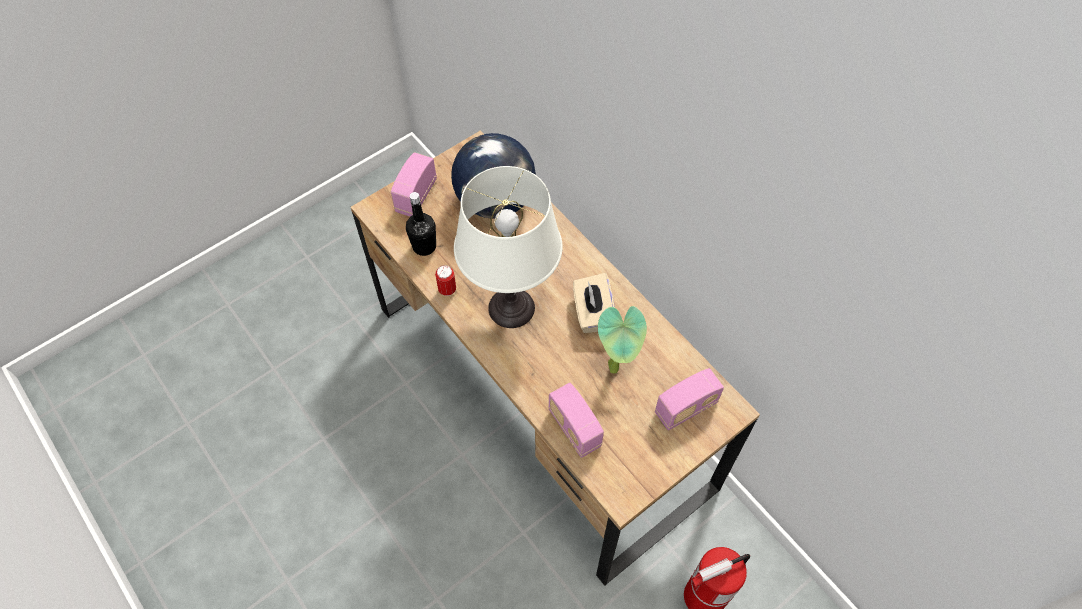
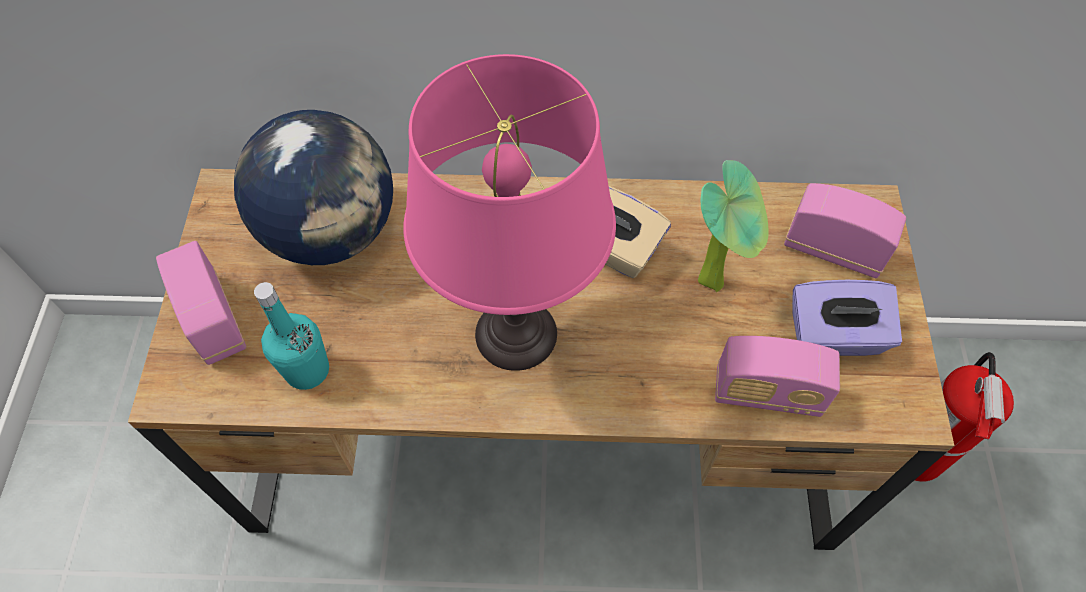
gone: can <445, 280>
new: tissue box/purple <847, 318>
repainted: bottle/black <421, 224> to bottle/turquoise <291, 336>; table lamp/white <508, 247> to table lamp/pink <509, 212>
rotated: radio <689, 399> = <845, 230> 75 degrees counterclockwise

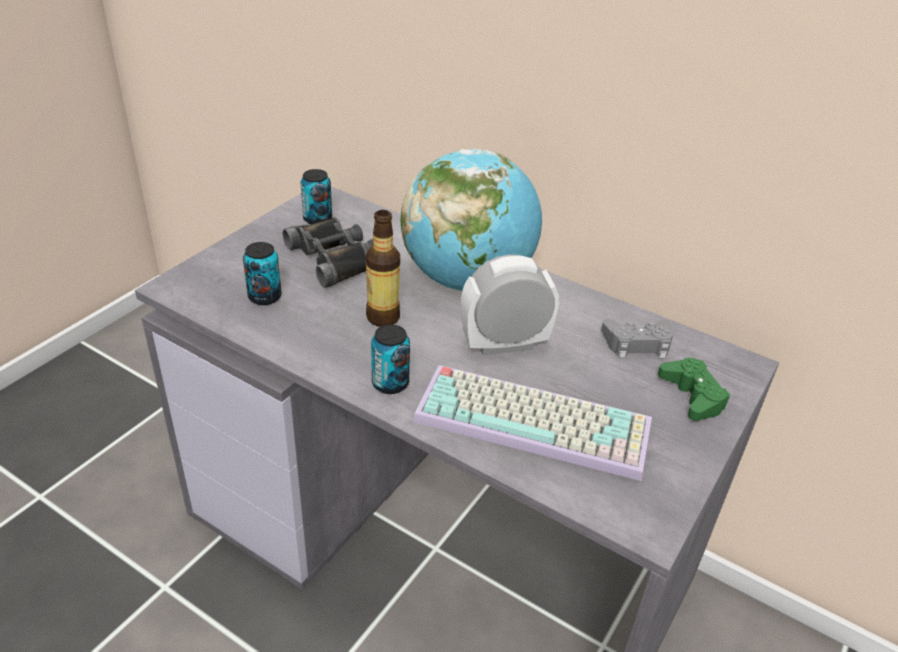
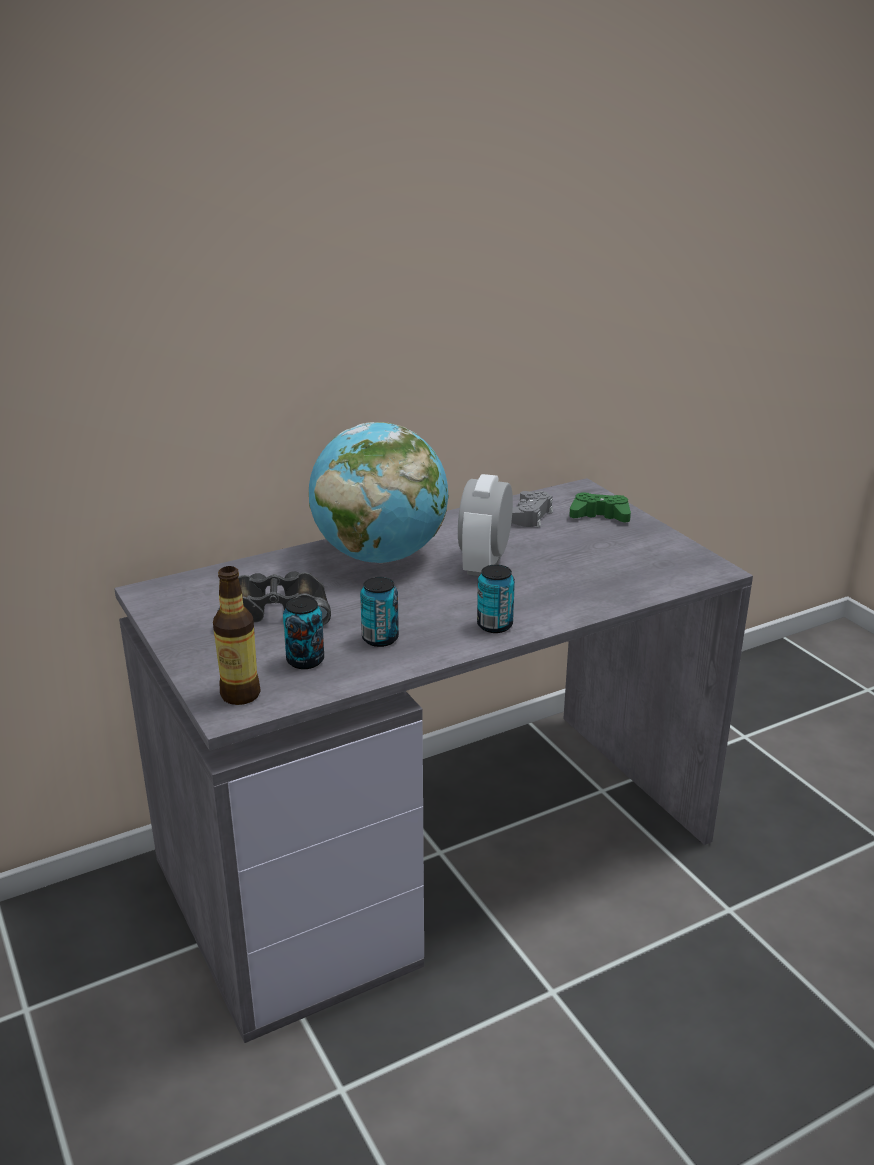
gone: keyboard <532, 423>
shifted: can <316, 196> to <379, 612>; bottle <383, 268> to <236, 635>

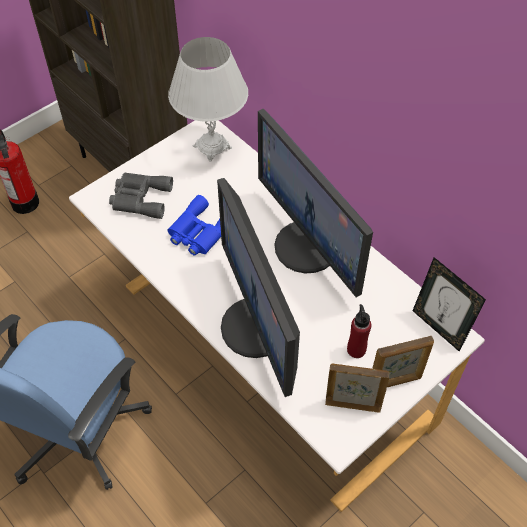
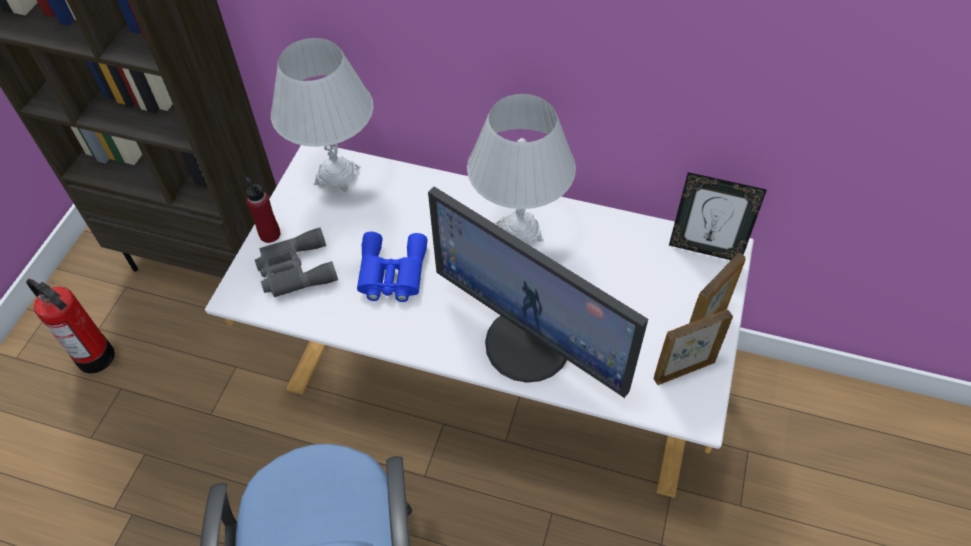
shifted: bottle/red <359, 331> to <262, 210>
swapped: monitor <315, 202> to table lamp/white <521, 169>

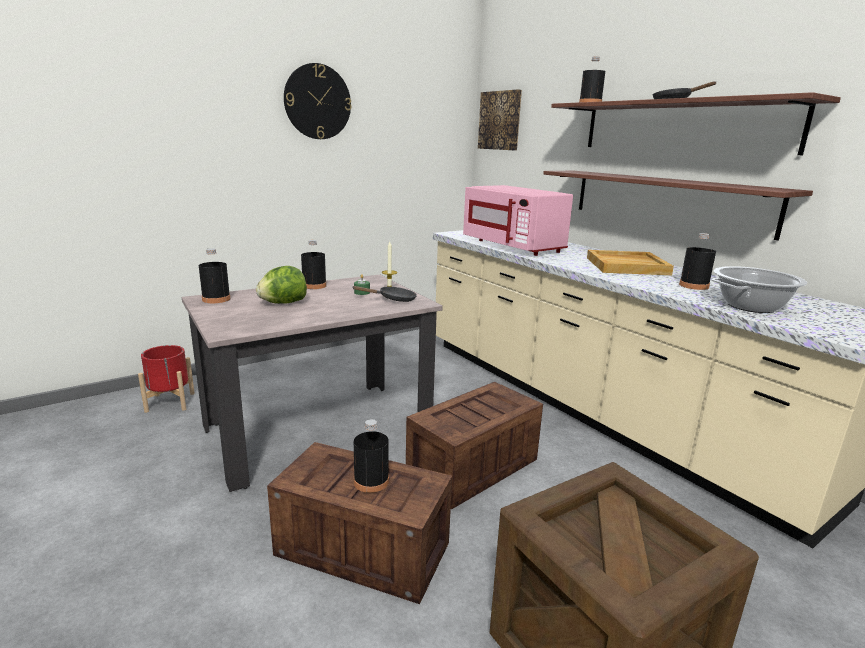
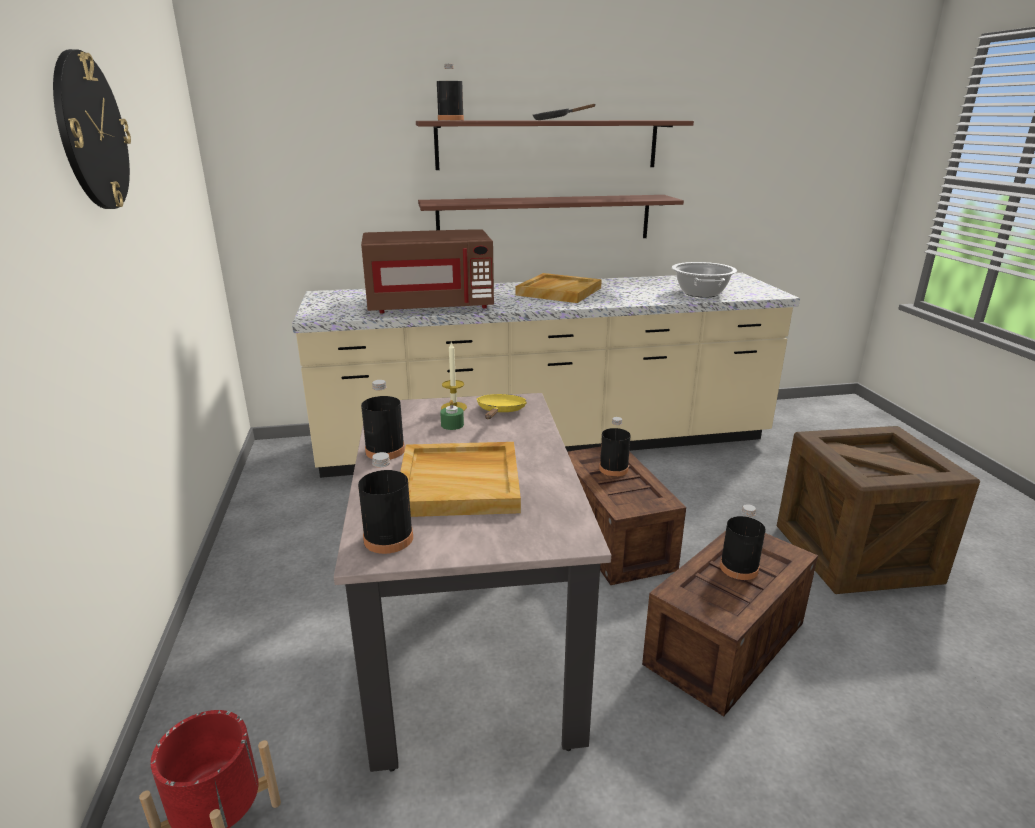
gone: picture <500, 119>
shifted: bottle/black <697, 261> to <615, 447>
swapped: lettuce <281, 285> to tray/beige <460, 479>
repainted: frying pan/black <385, 294> to frying pan/yellow <502, 406>; microwave/pink <518, 220> to microwave/brown <427, 271>

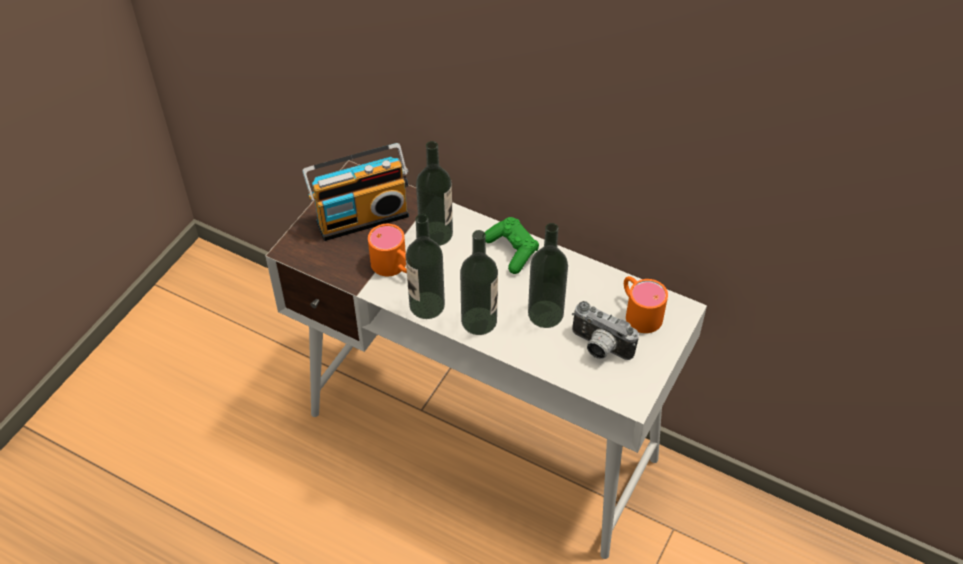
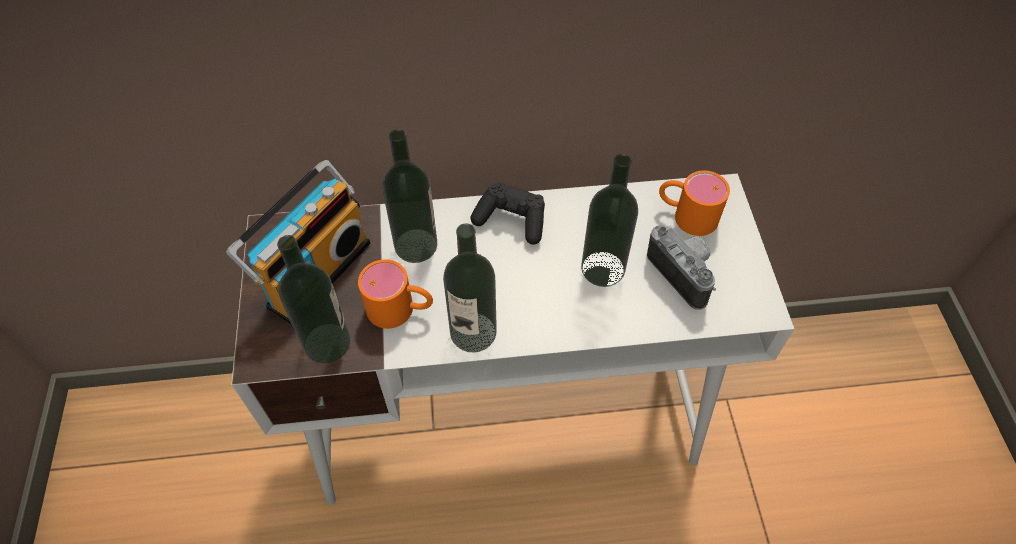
shifted: bottle <479, 282> to <313, 299>
repainted: game controller/green <512, 245> to game controller/black <508, 213>
rotated: photo camera <605, 330> = <681, 267> 120 degrees counterclockwise

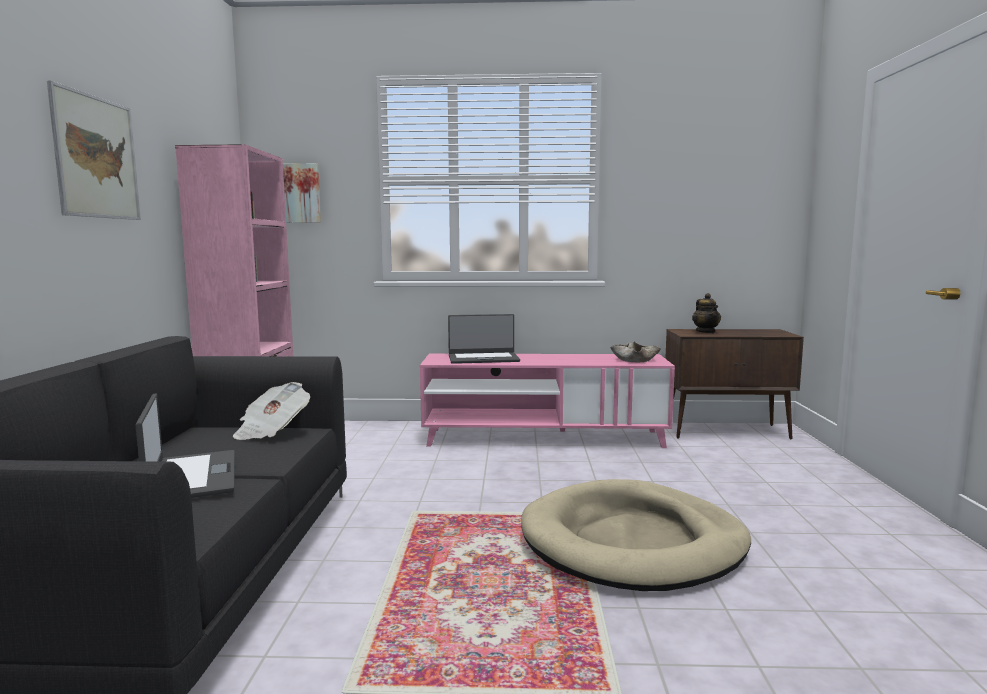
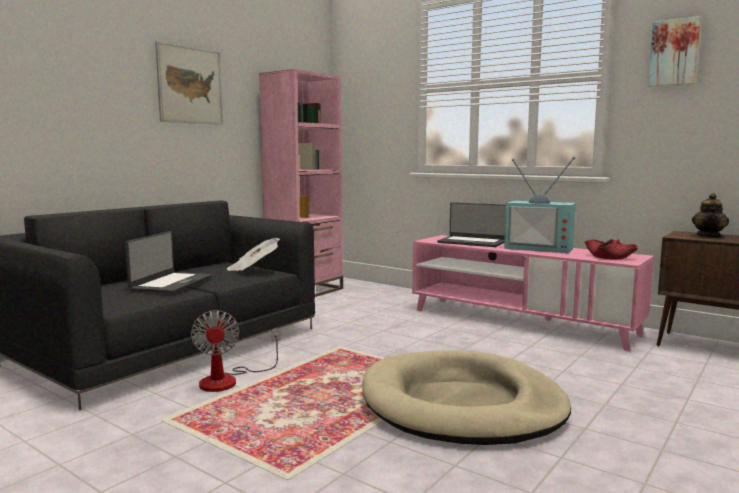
new: fan <235, 351>; television <540, 204>
shifted: picture <302, 193> to <674, 51>
repainted: bowl/beige <635, 351> to bowl/red <611, 249>

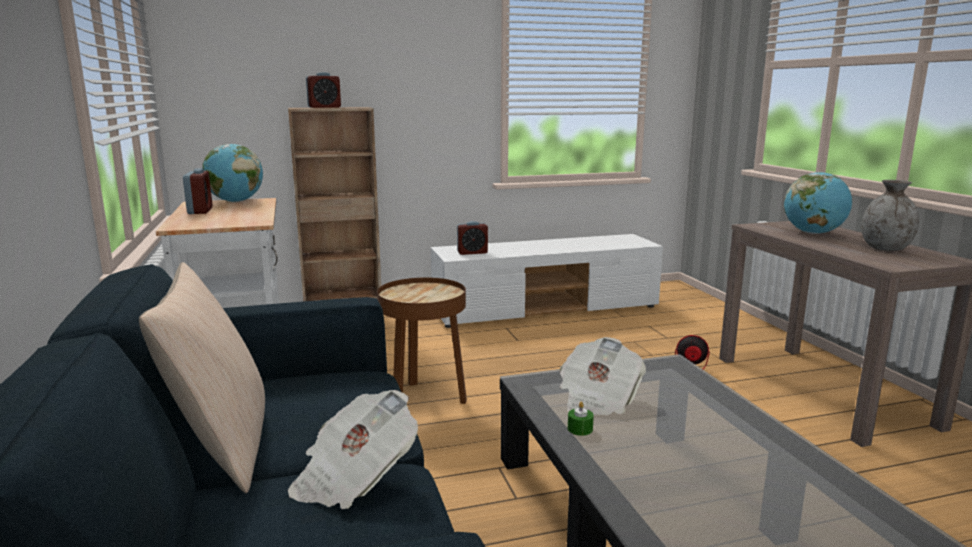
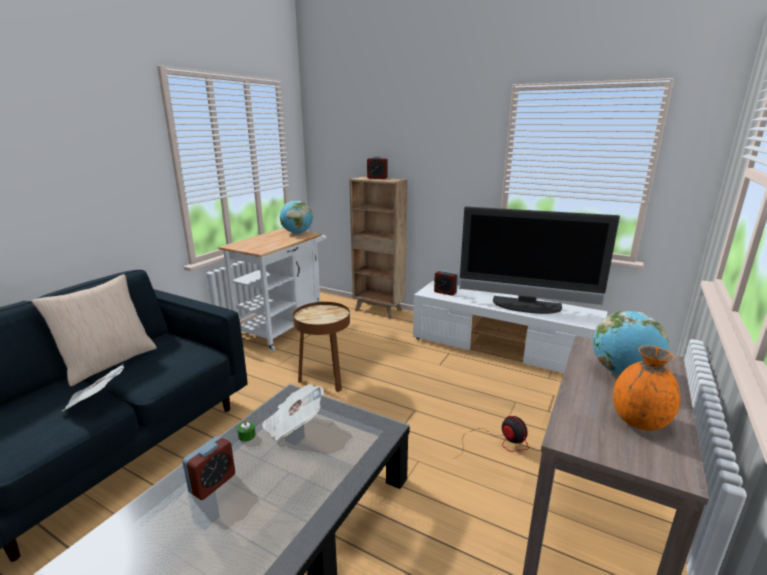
new: television <539, 260>
shifted: alarm clock <198, 191> to <208, 468>
repainted: vase/grey <890, 215> to vase/orange <646, 388>

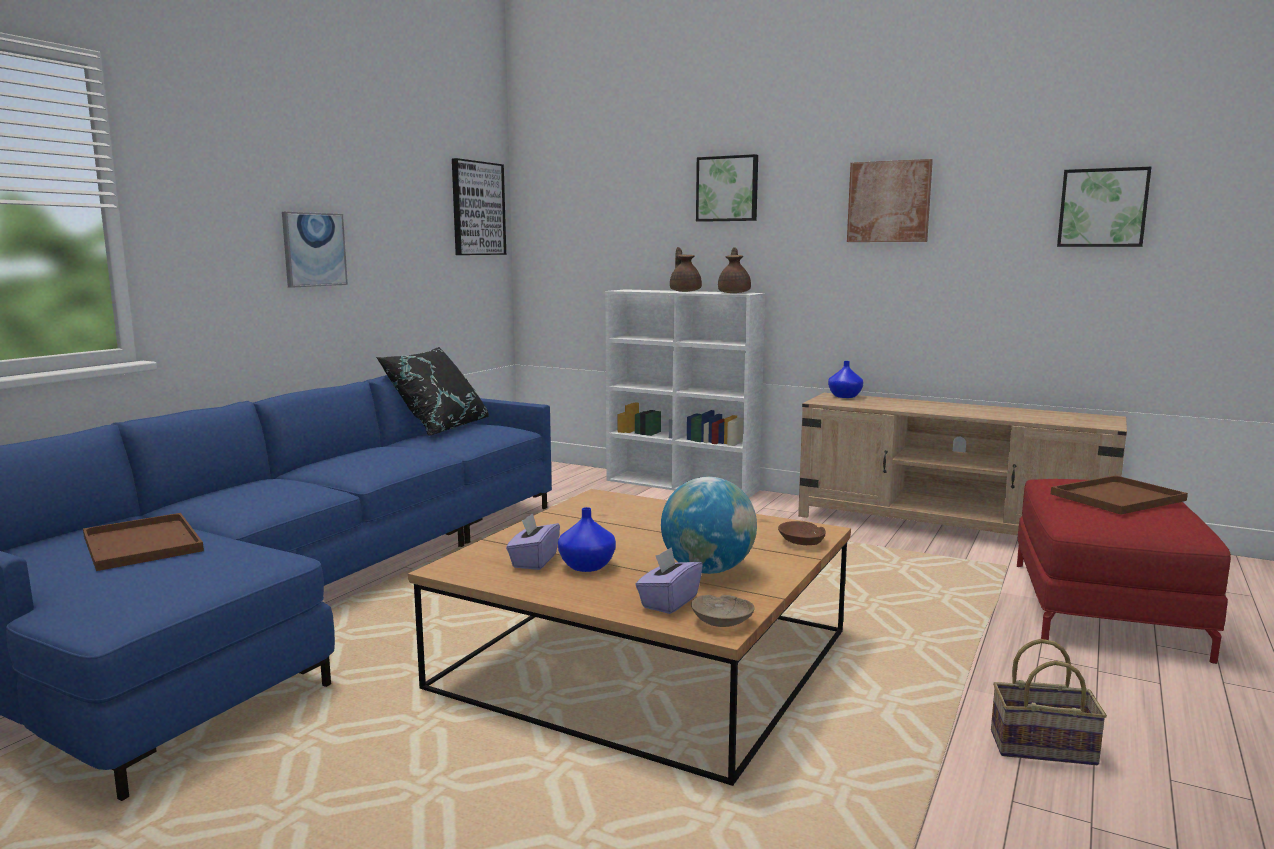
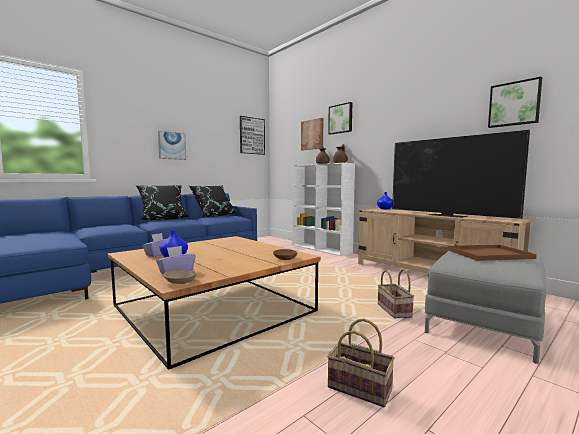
gone: tray/brown <143, 542>; globe <709, 525>
new: pillow/black <163, 202>; basket <396, 293>; television <461, 174>
shifted: picture <890, 200> to <312, 134>
repainted: ottoman/red <1124, 571> to ottoman/grey <486, 307>

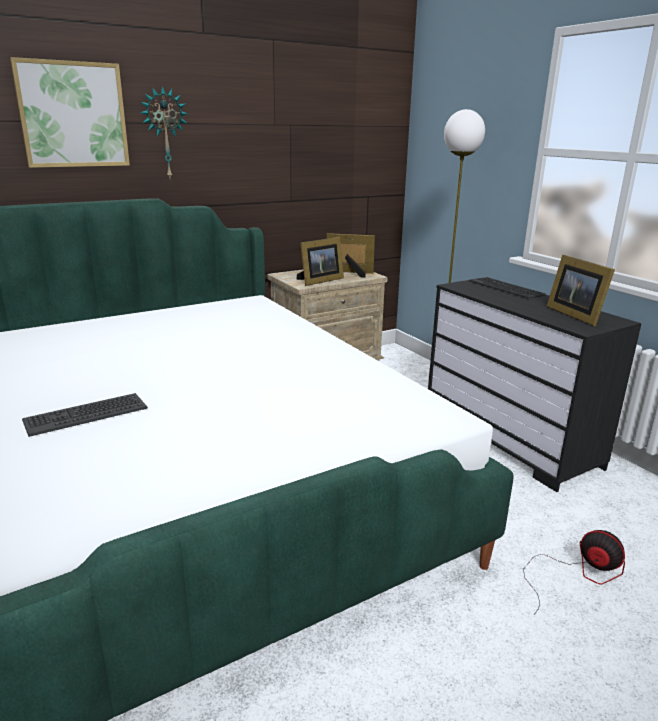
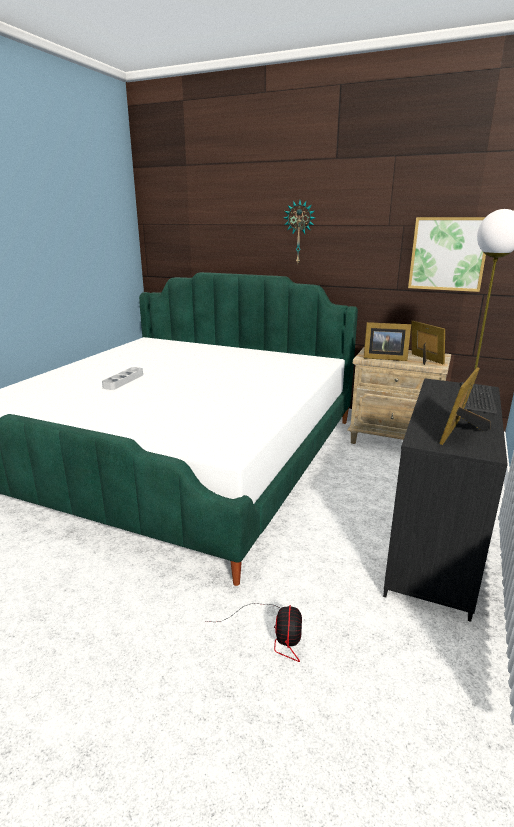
shifted: picture <70, 112> to <447, 254>
swapped: keyboard <85, 415> to tray/grey <122, 378>

